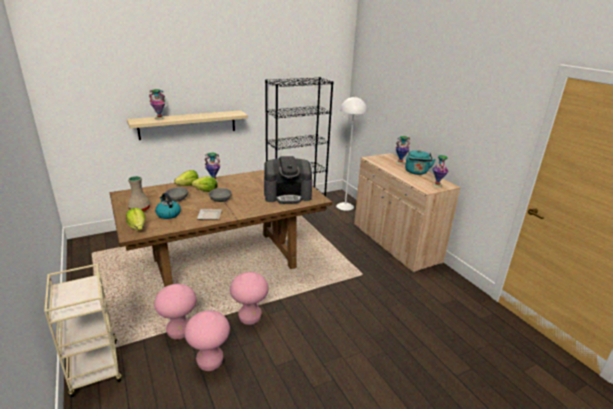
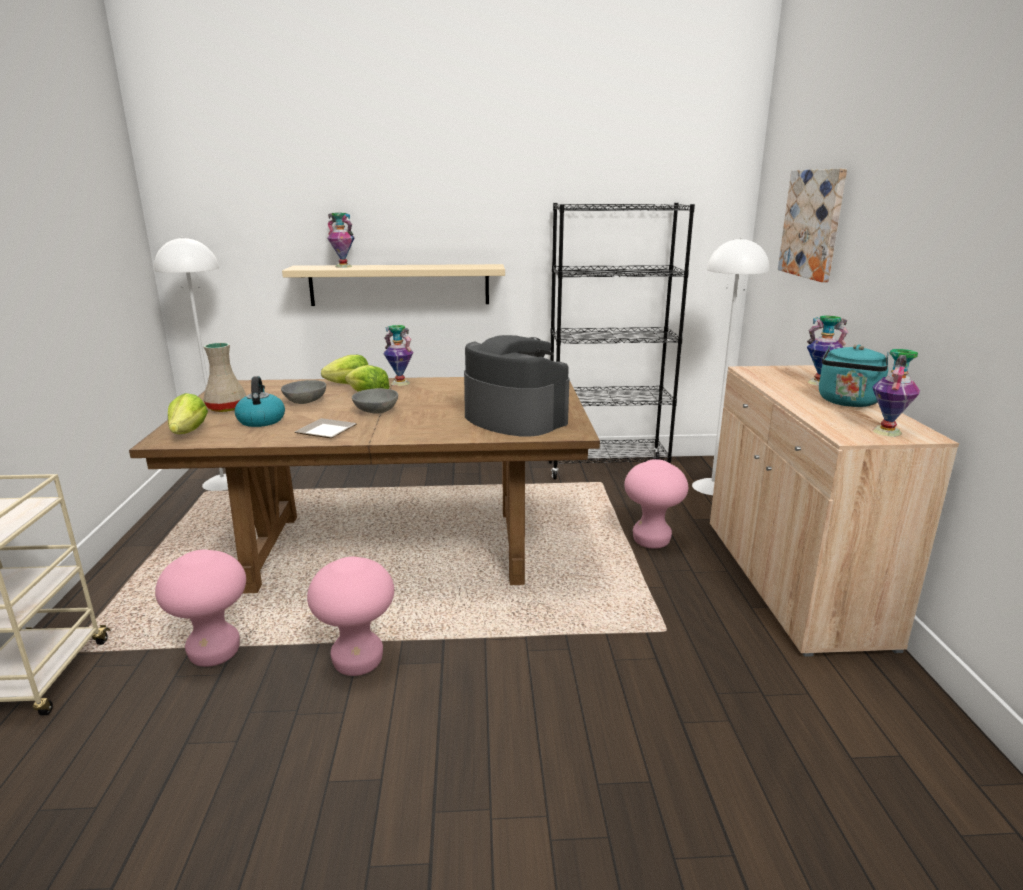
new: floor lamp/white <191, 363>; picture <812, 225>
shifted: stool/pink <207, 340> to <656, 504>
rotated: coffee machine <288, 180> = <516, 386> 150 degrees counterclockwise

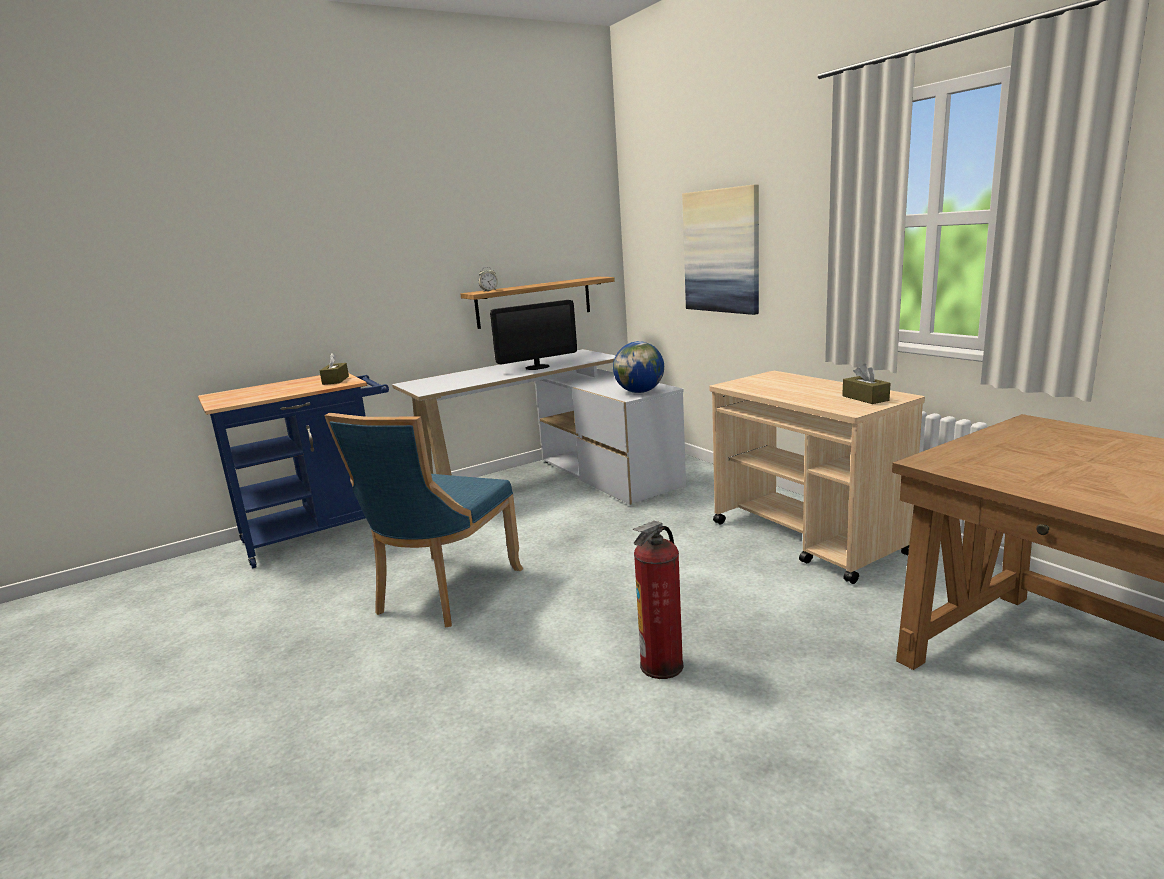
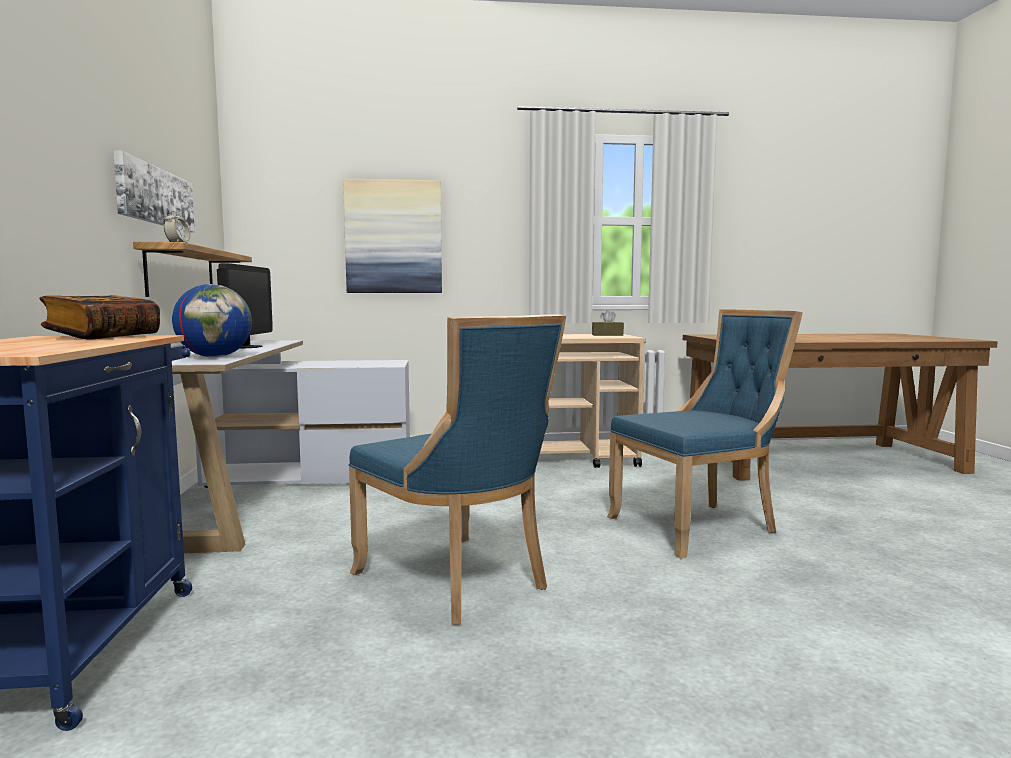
new: picture <154, 191>
shifted: globe <638, 367> to <212, 320>
swapped: tissue box/brown <334, 369> to book <99, 317>; fire extinguisher <658, 600> to chair/blue <705, 433>

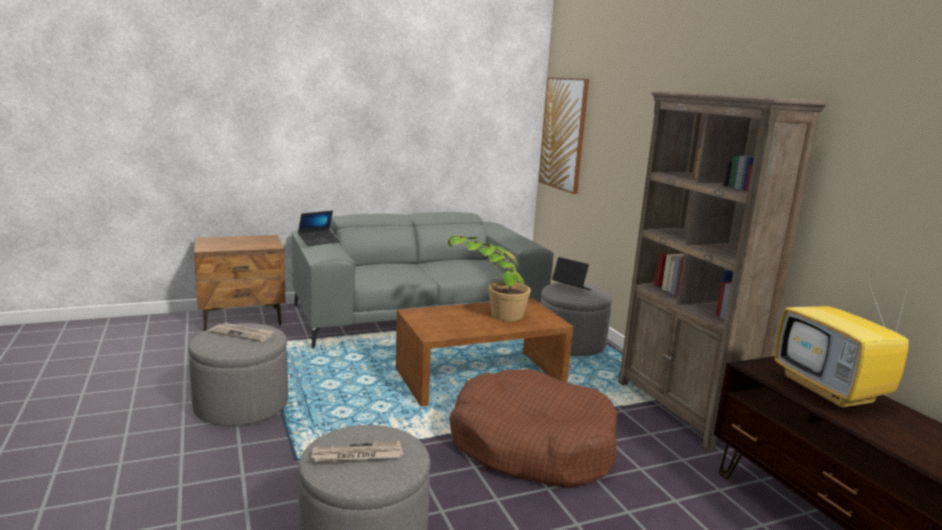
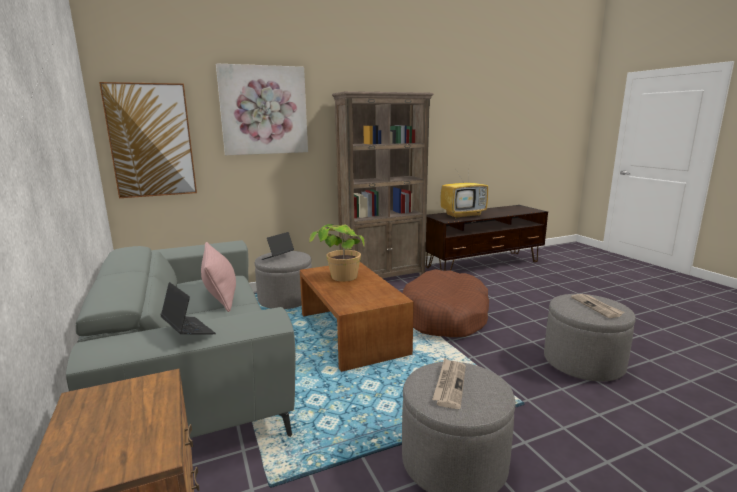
new: pillow/pink <218, 277>; picture <262, 109>

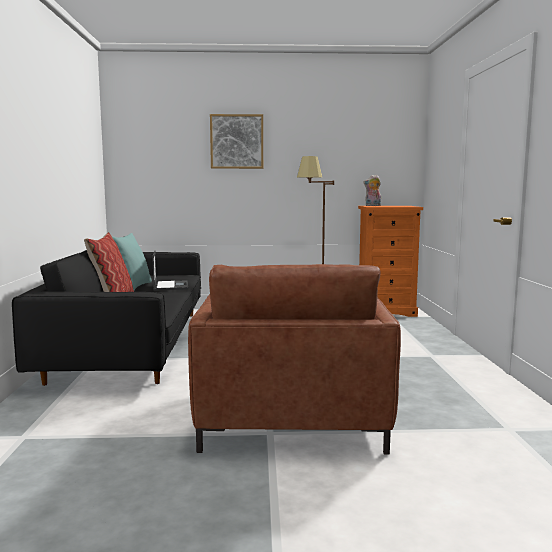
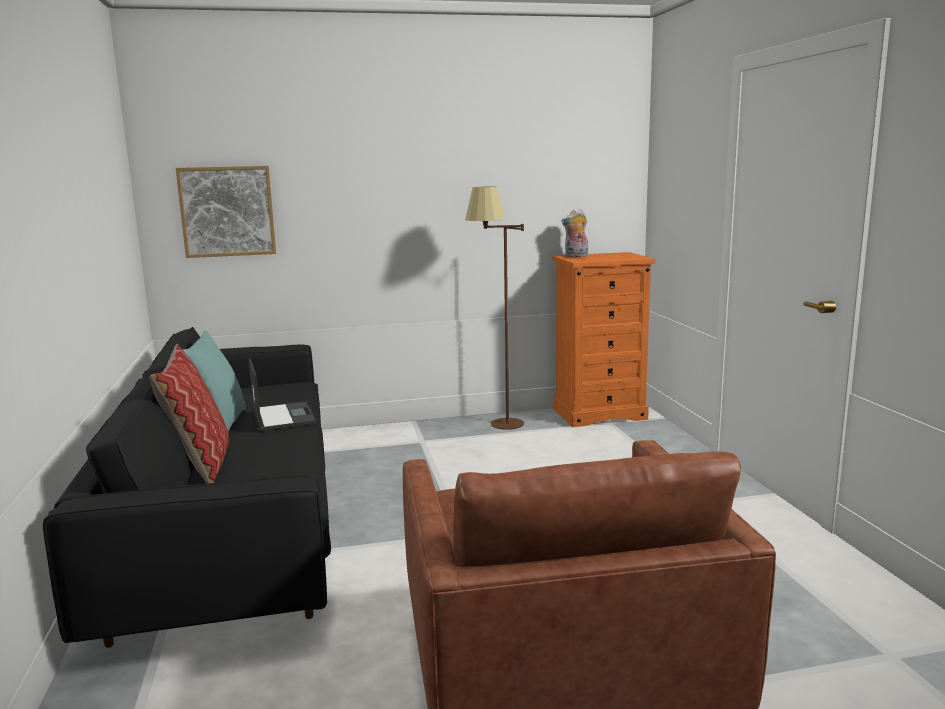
shifted: picture <236, 141> to <226, 212>

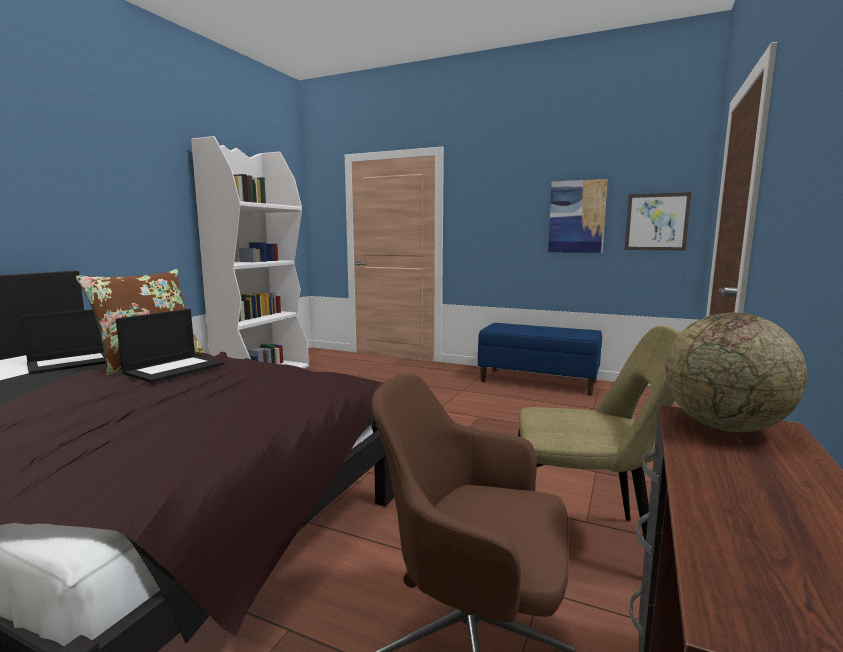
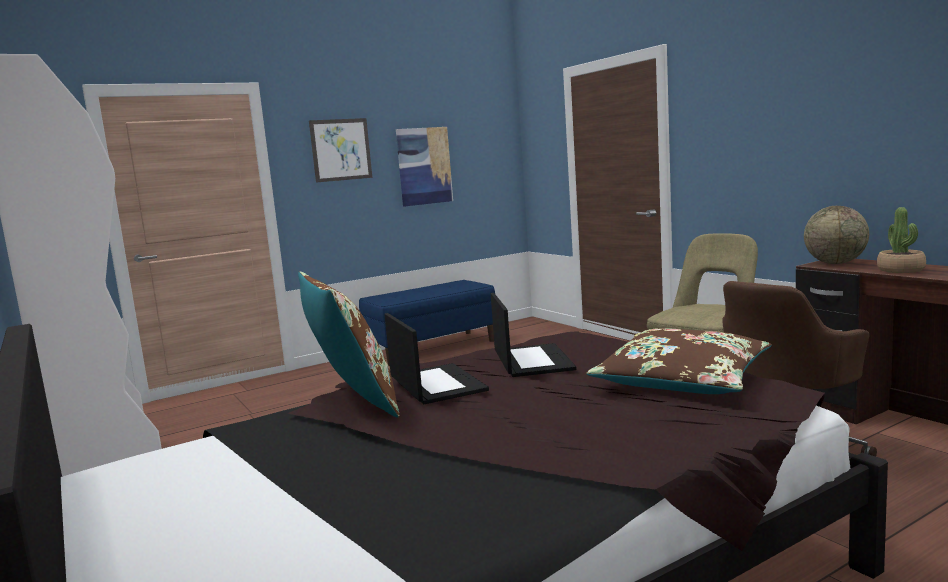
new: pillow/brown <679, 361>; potted plant <901, 240>
shifted: laptop <63, 341> to <533, 335>; picture <658, 221> to <341, 150>

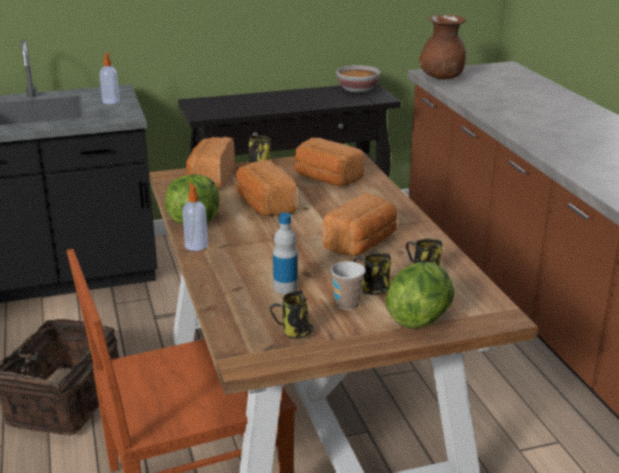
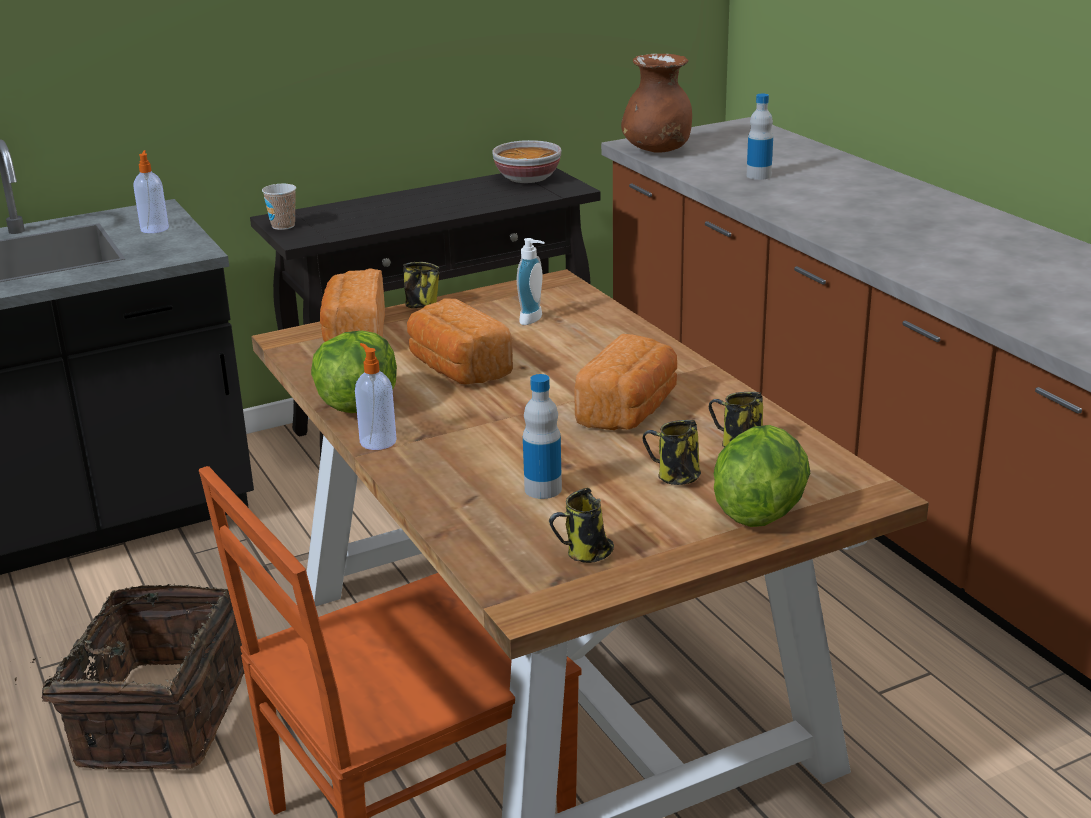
new: bottle <760, 137>
shifted: cup <348, 285> to <279, 207>
swapped: bread <329, 162> to soap dispenser <531, 281>

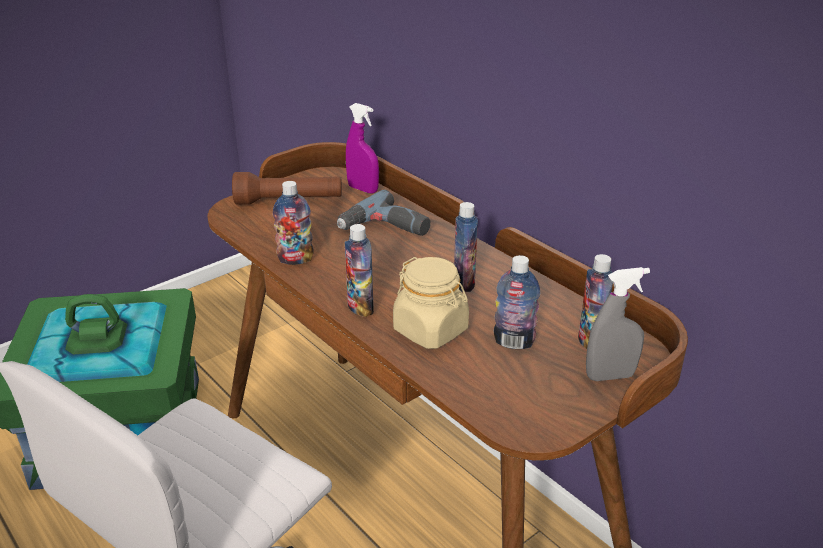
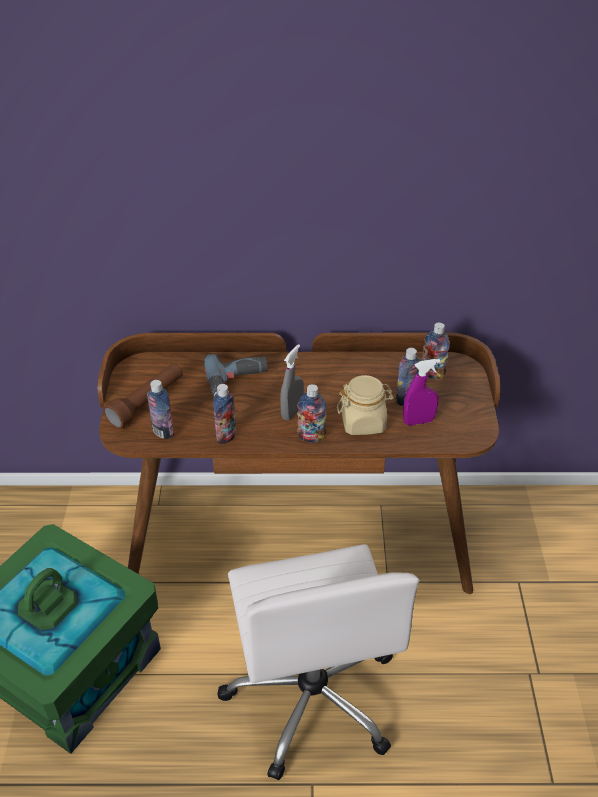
shifted: spray bottle/purple <362, 148> to <421, 392>; bottle <466, 247> to <160, 409>; spray bottle/grey <618, 324> to <292, 382>

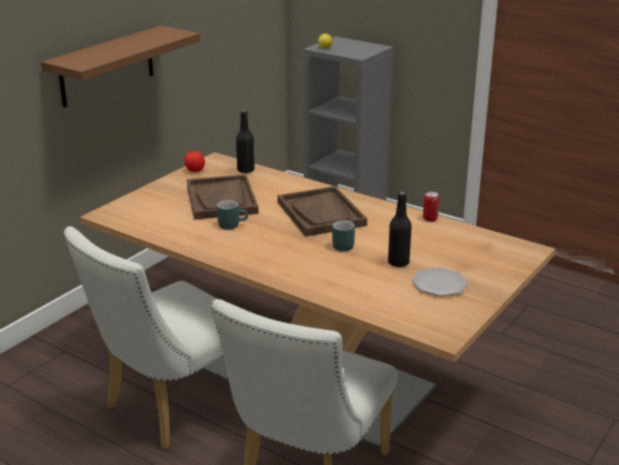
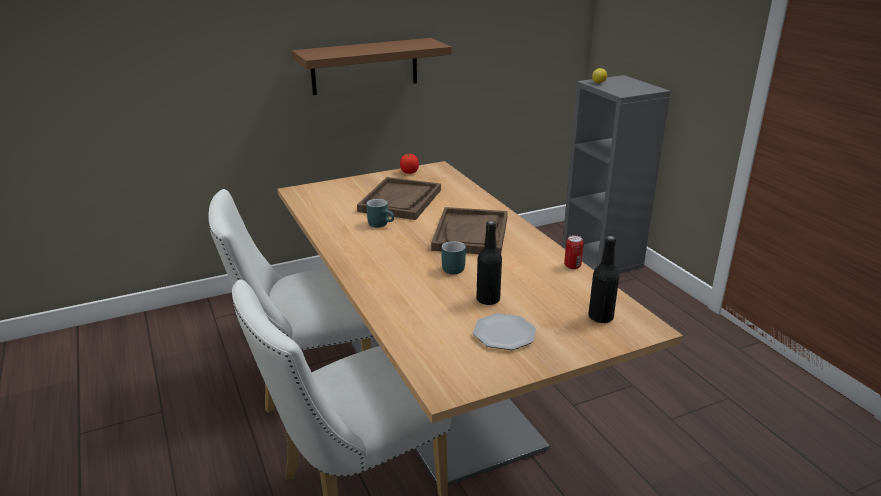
shifted: bottle/black <245, 141> to <603, 279>

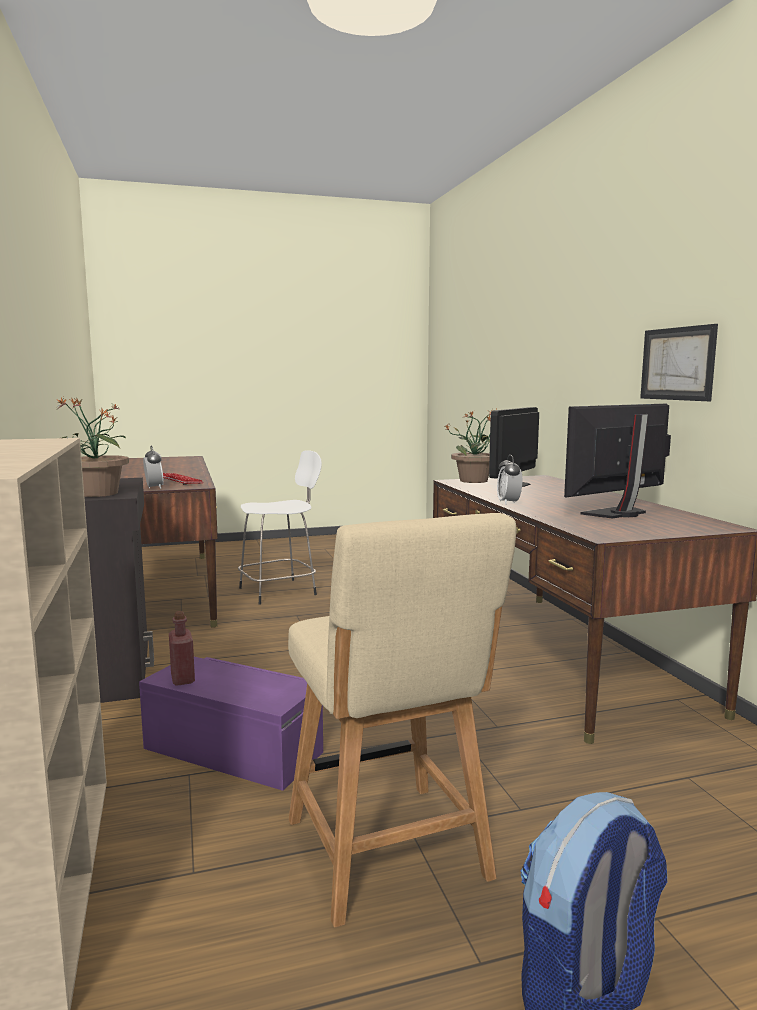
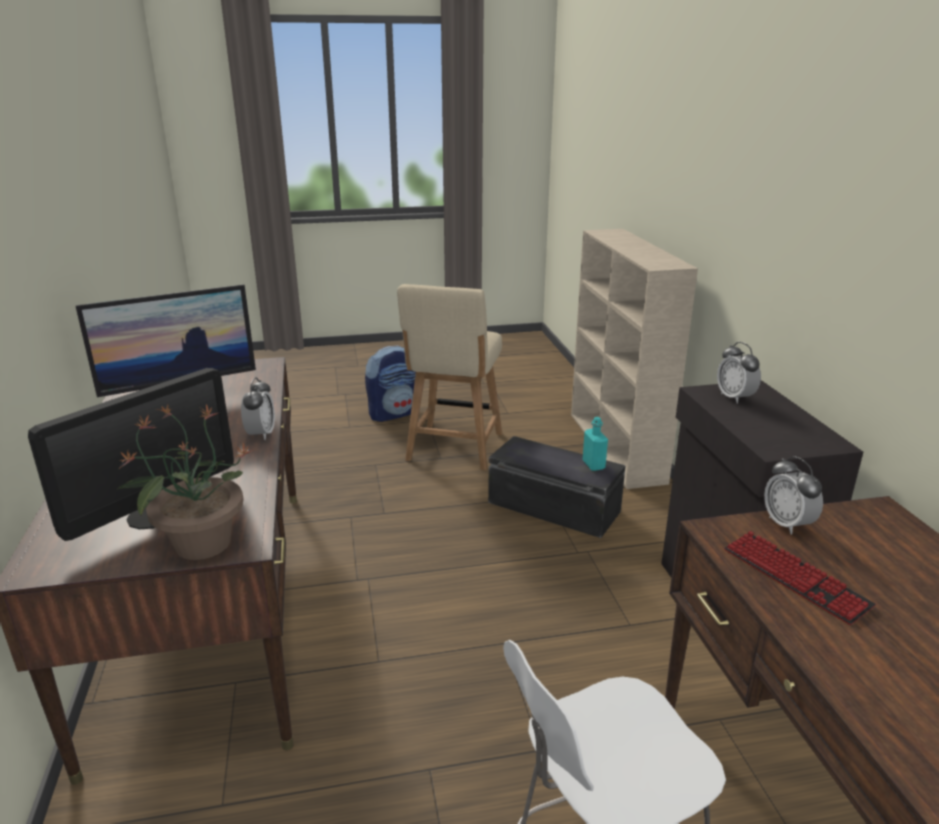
gone: picture <679, 362>
swapped: potted plant <92, 447> to alarm clock <739, 373>
repainted: storage box/purple <231, 724> to storage box/black <557, 487>; bottle/red <182, 648> to bottle/turquoise <595, 444>
rotated: chair/beige <402, 720> = <449, 377> 150 degrees counterclockwise

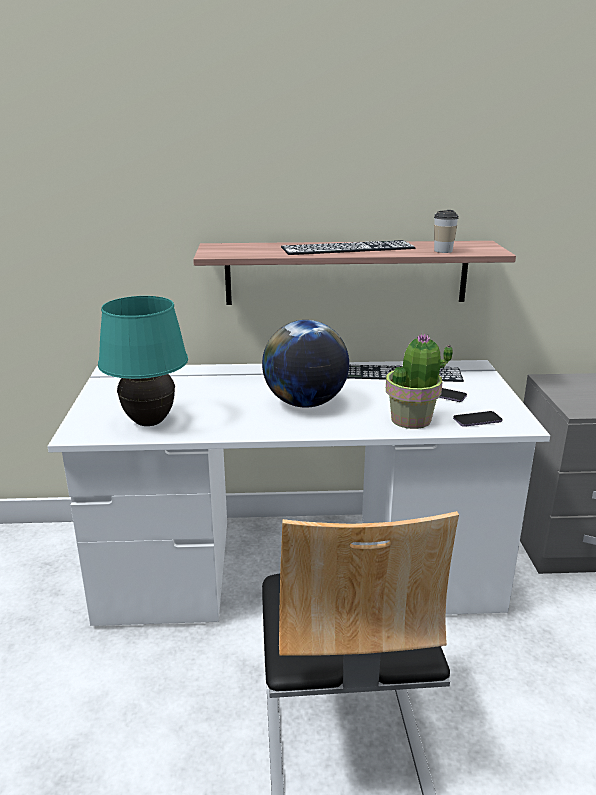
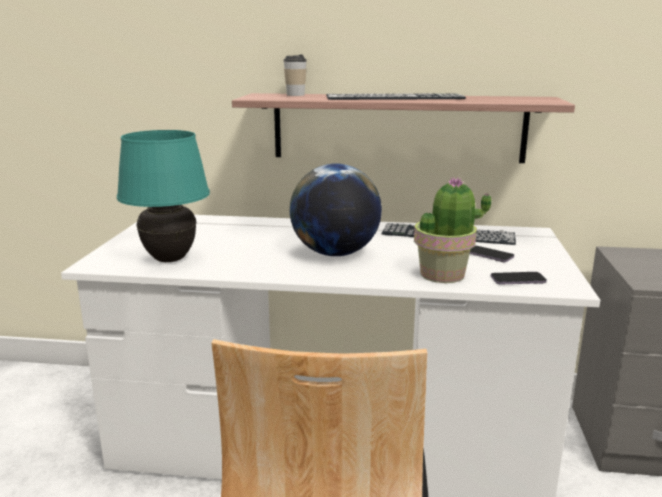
shifted: cup <446, 231> to <295, 75>

